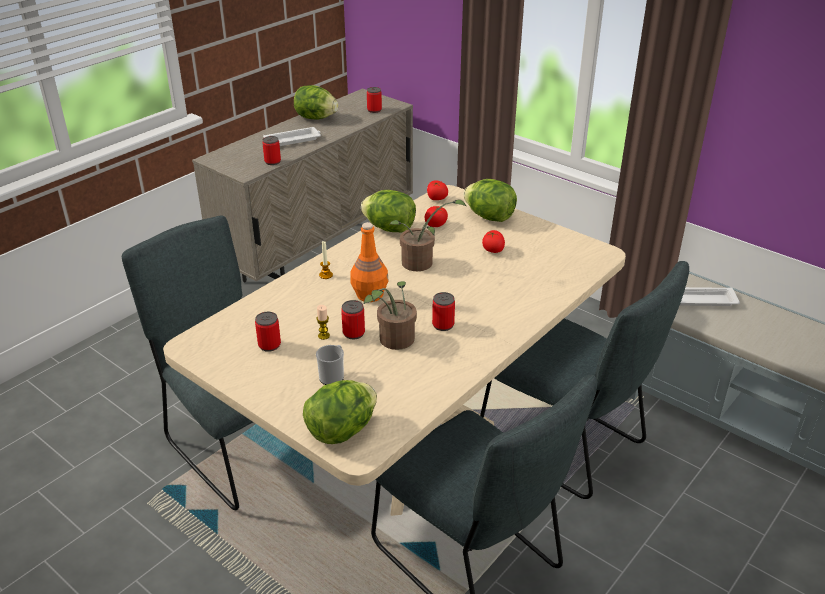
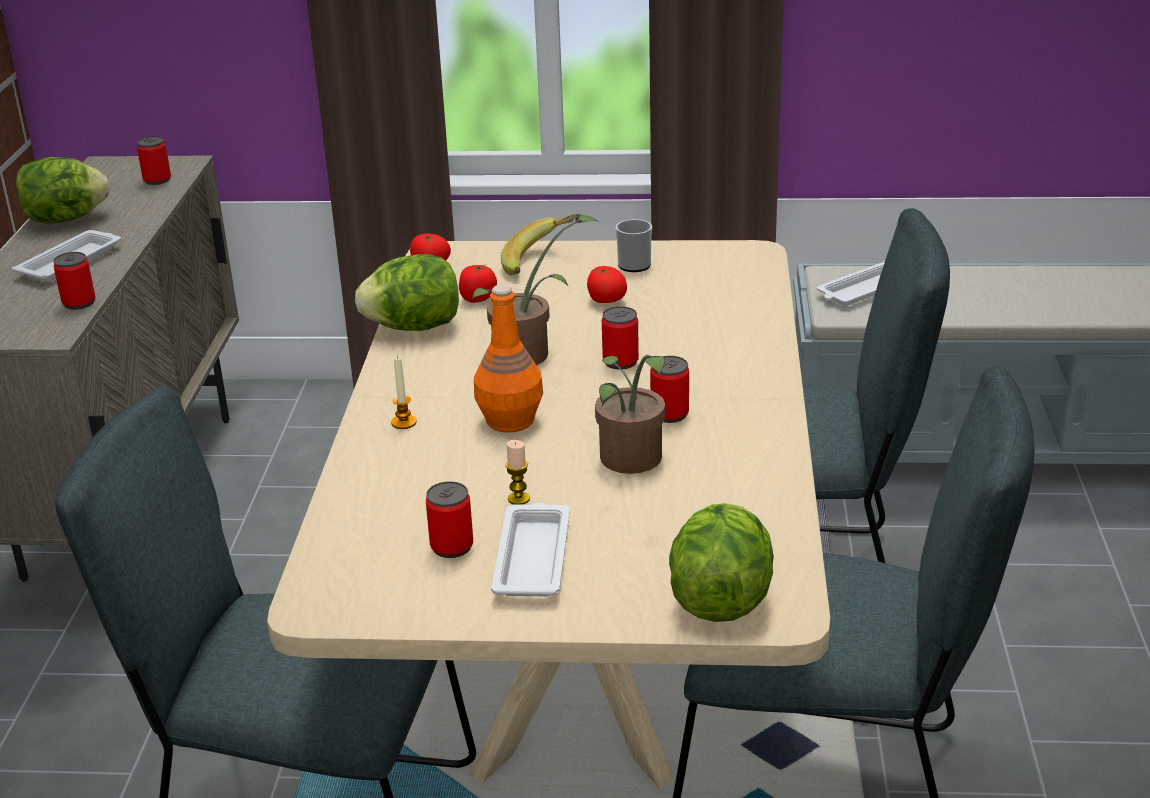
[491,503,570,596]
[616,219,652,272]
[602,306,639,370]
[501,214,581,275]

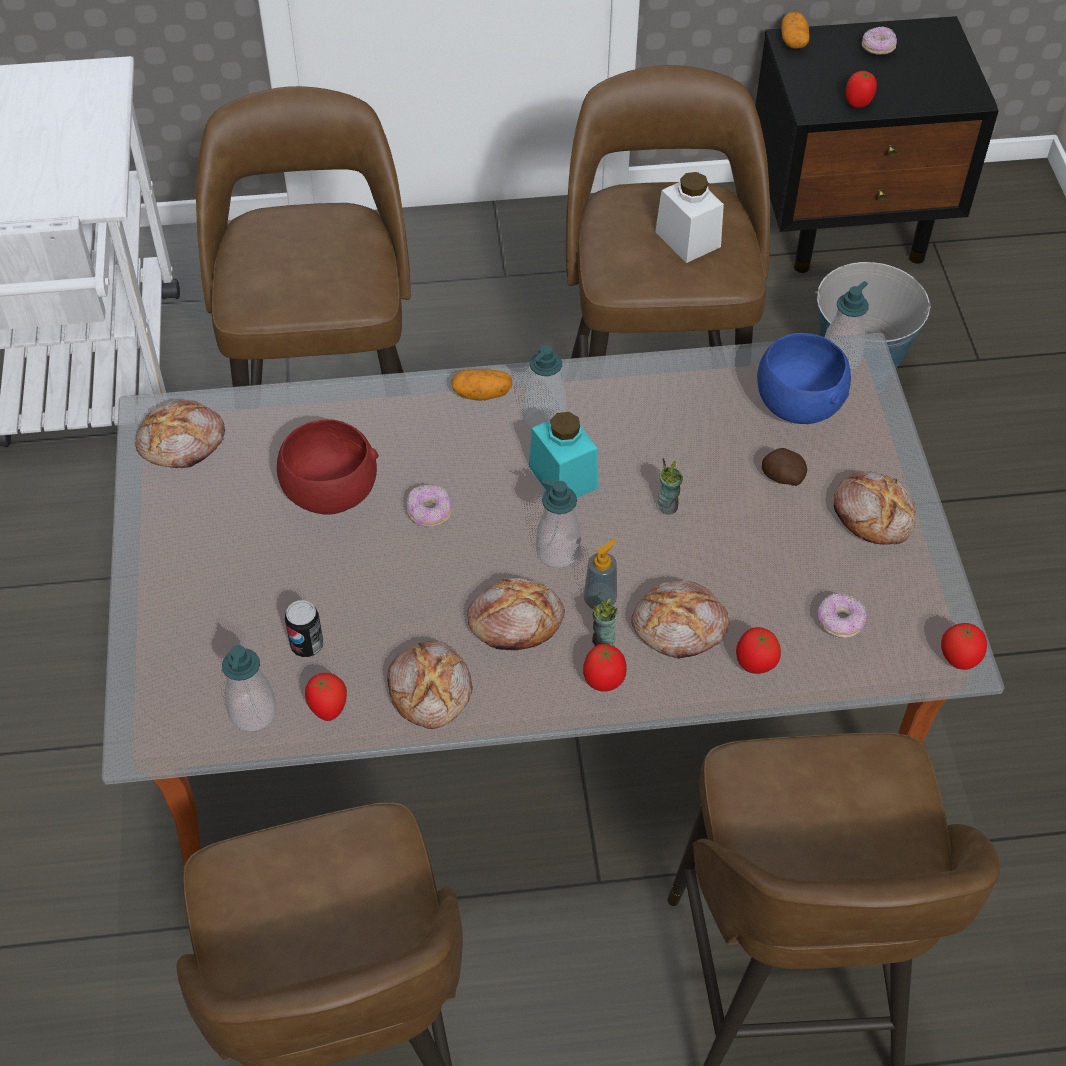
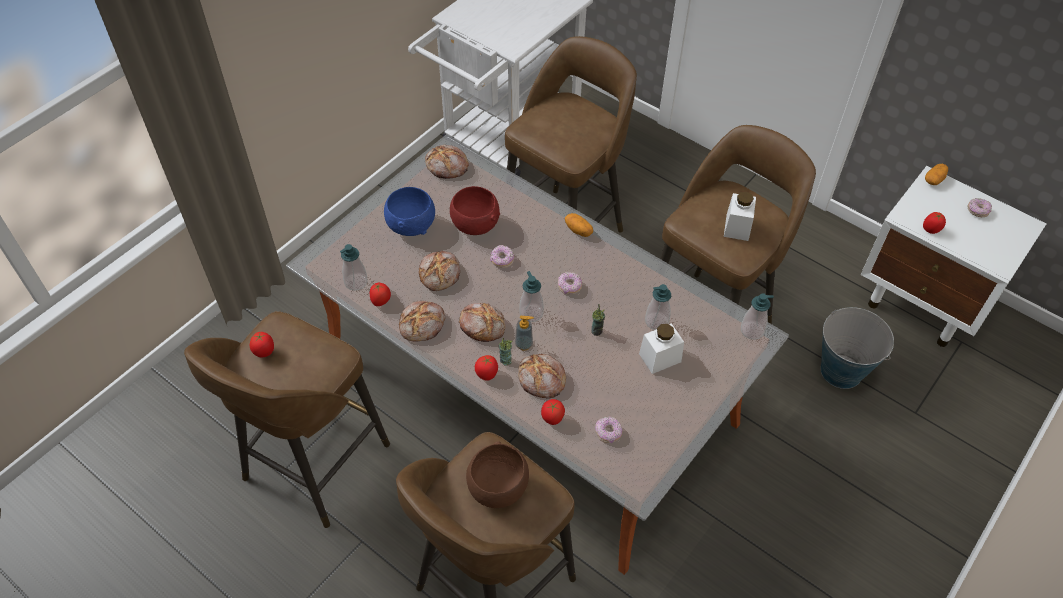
[285,600,323,658] (first image)
[466,441,529,508]
[645,284,671,330]
[384,187,435,236]
[419,251,460,291]
[250,332,274,358]
[558,272,582,295]
[639,323,684,374]
[861,166,1046,347]

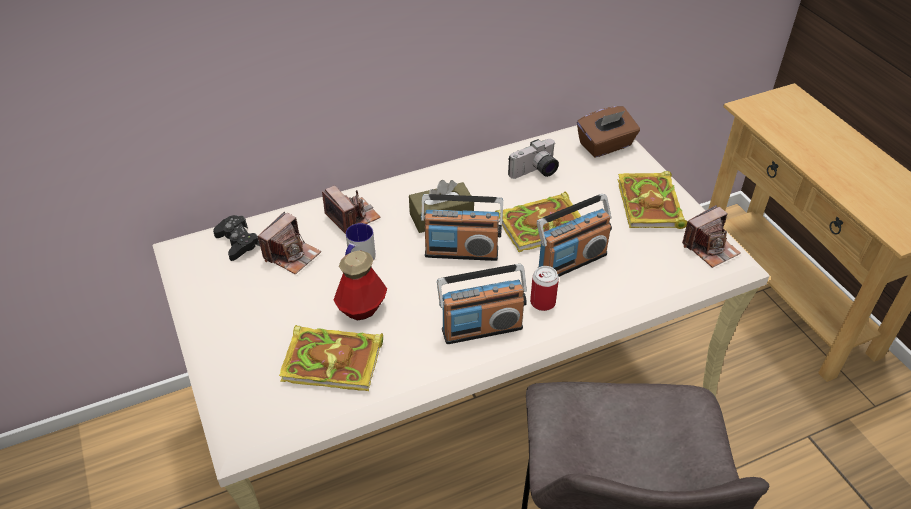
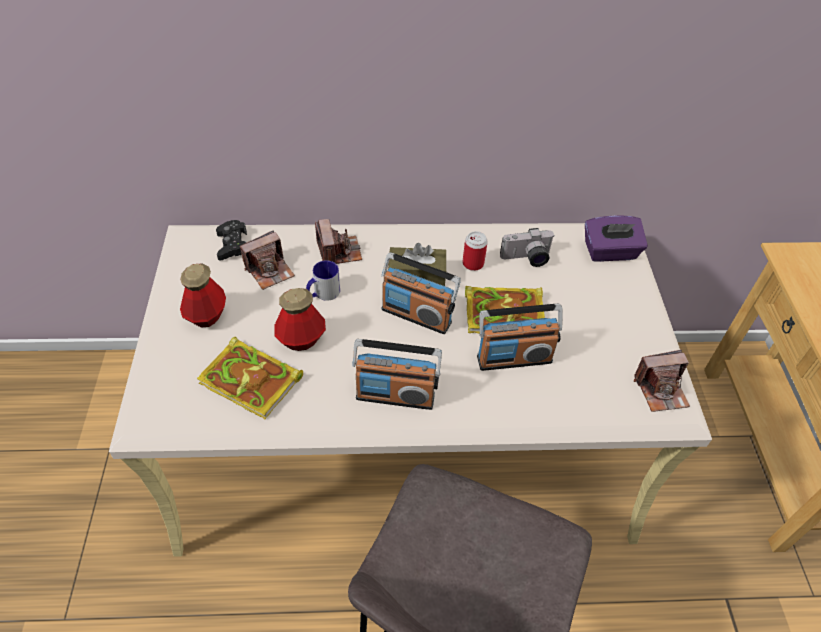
[618,171,687,229] (first image)
[180,264,226,327]
[462,231,488,271]
[585,216,648,262]

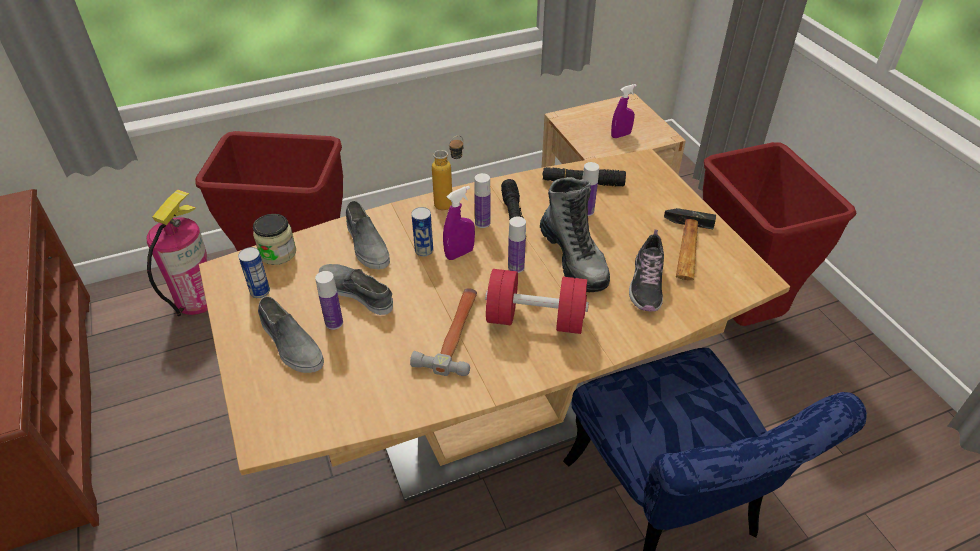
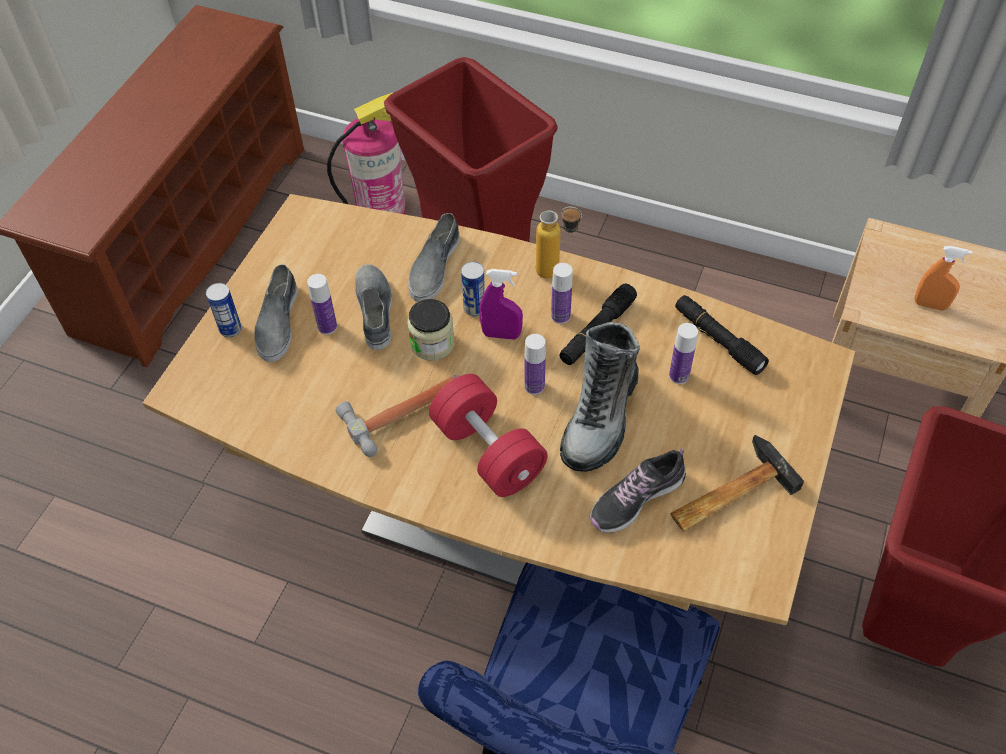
[206,283,241,337]
[408,299,454,360]
[915,246,972,311]

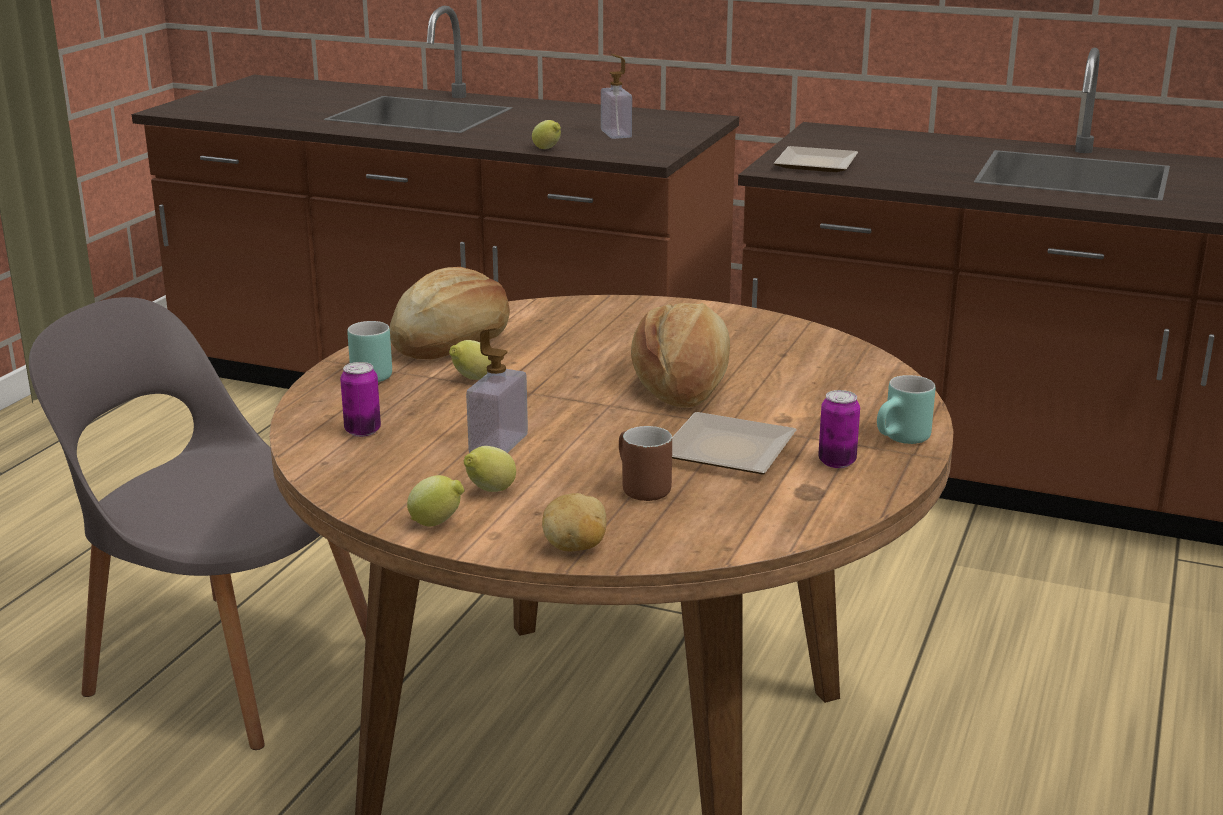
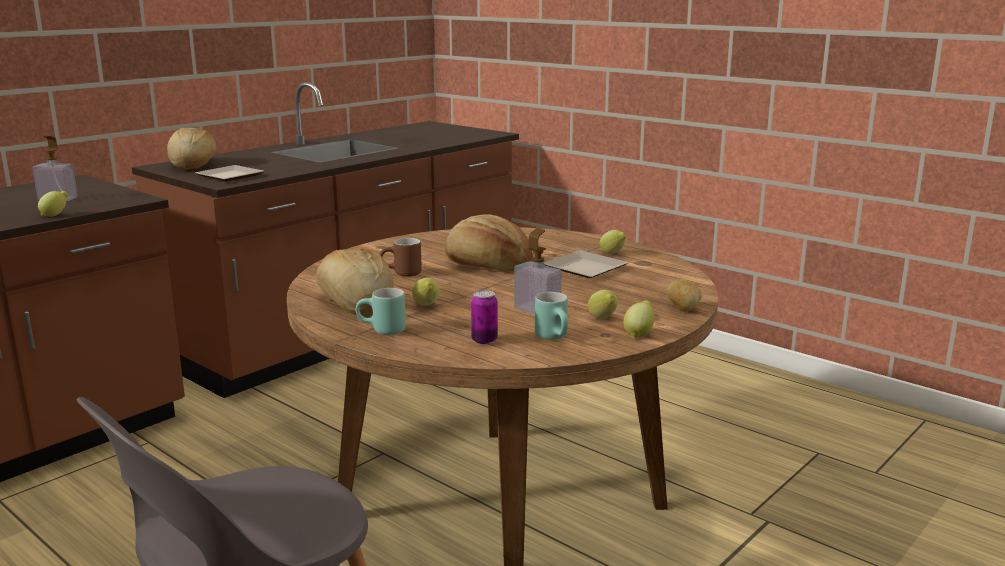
[167,128,216,169]
[380,238,422,277]
[535,292,568,340]
[600,230,626,254]

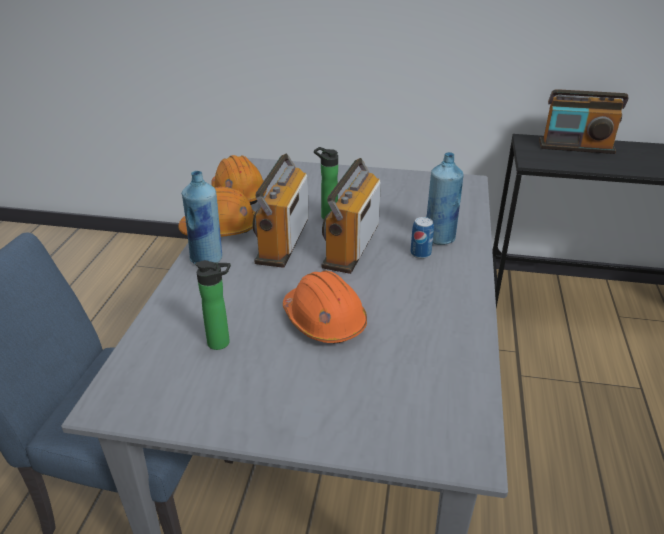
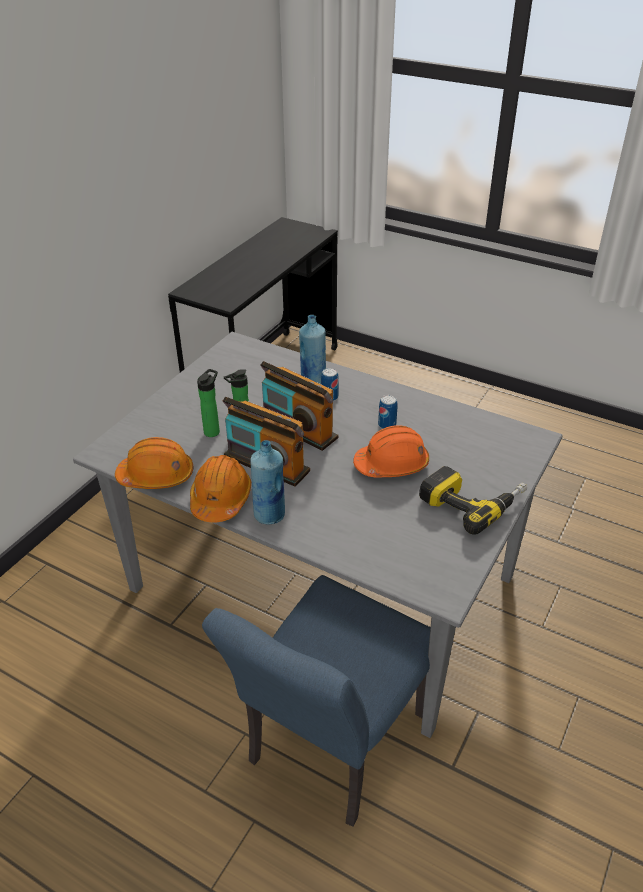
[539,89,628,154] (first image)
[378,395,398,429]
[419,466,527,534]
[197,369,220,437]

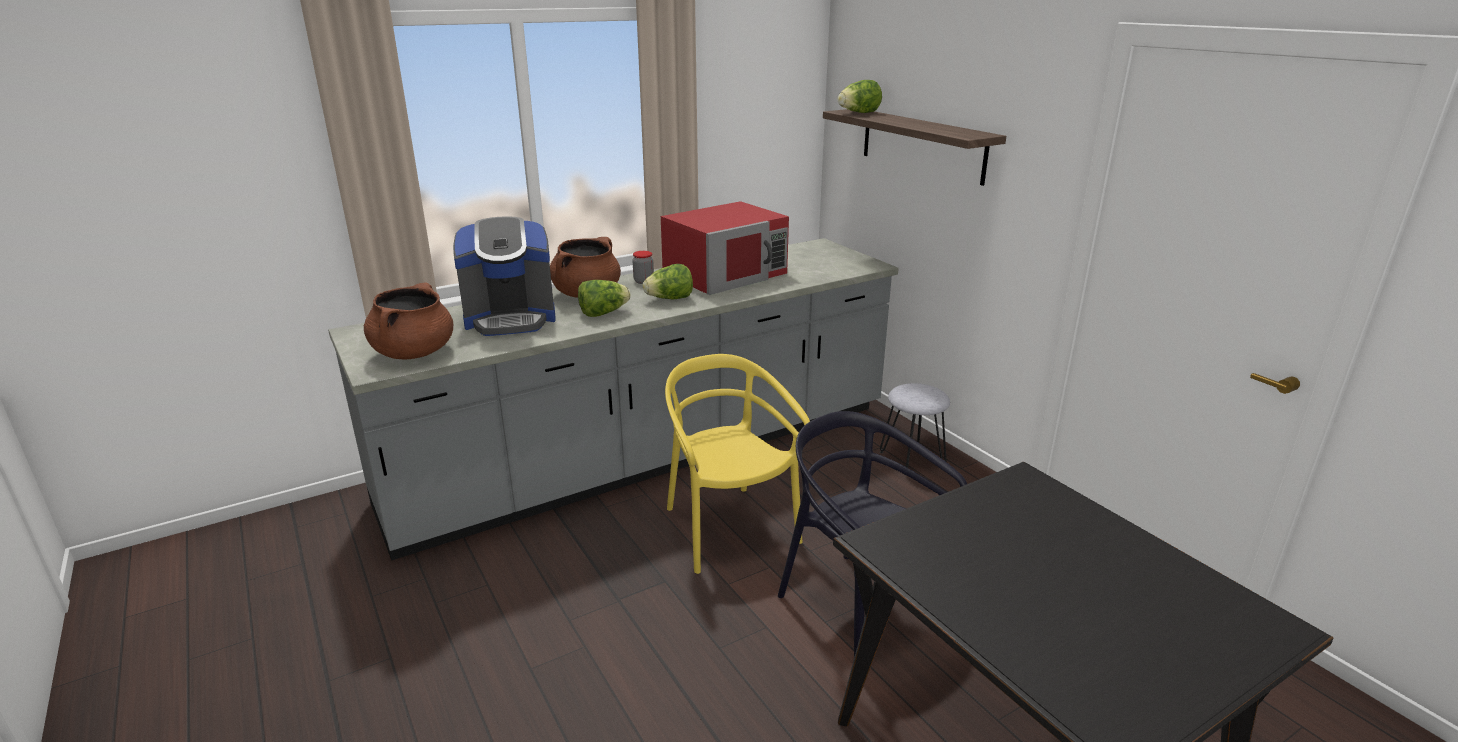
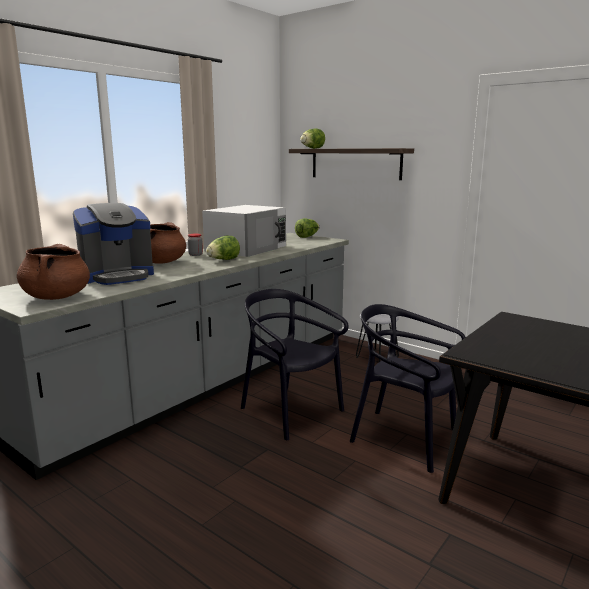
[295,218,319,238]
[202,205,286,257]
[241,289,349,440]

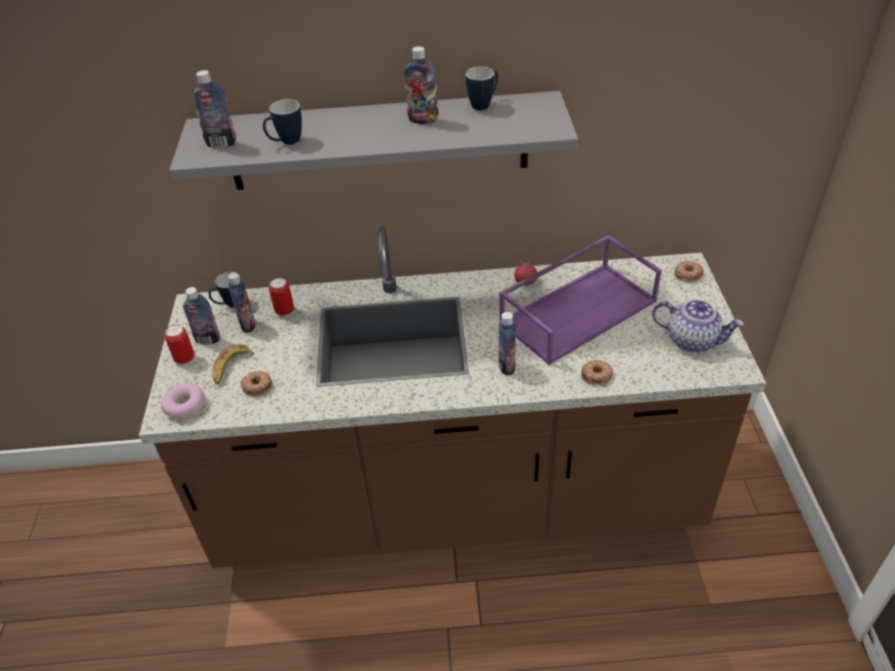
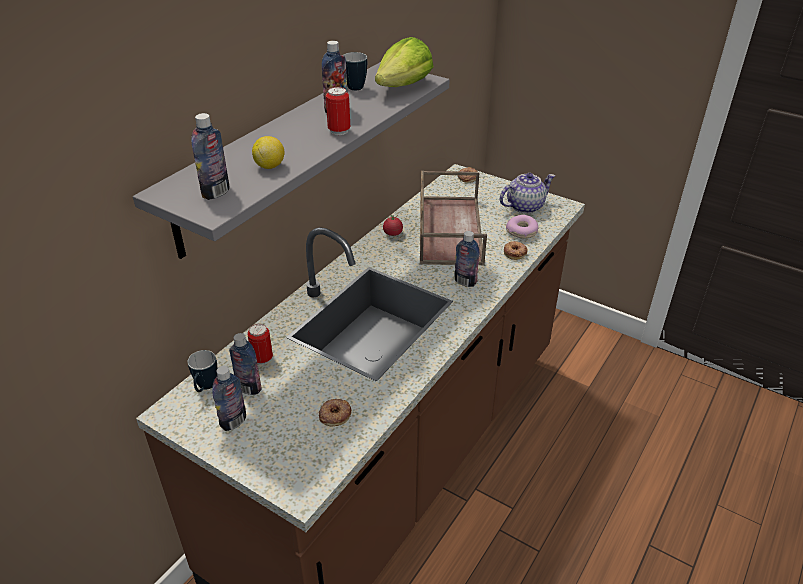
[212,344,254,385] (first image)
[375,37,434,87]
[506,215,539,239]
[326,87,350,135]
[252,136,285,169]
[420,171,487,266]

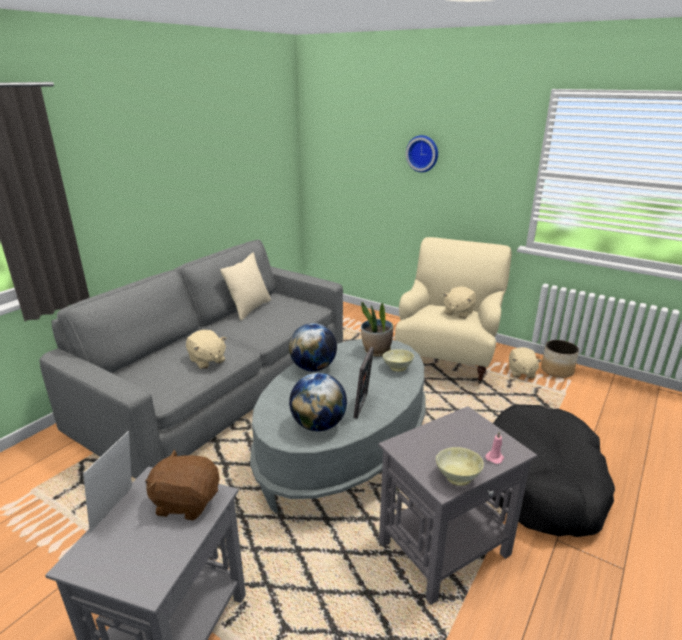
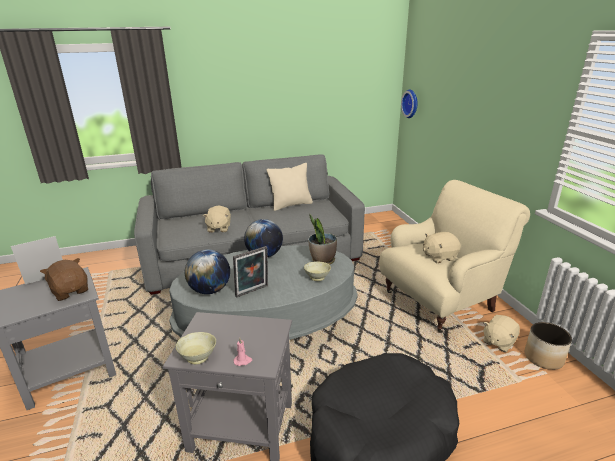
[401,89,417,118]

